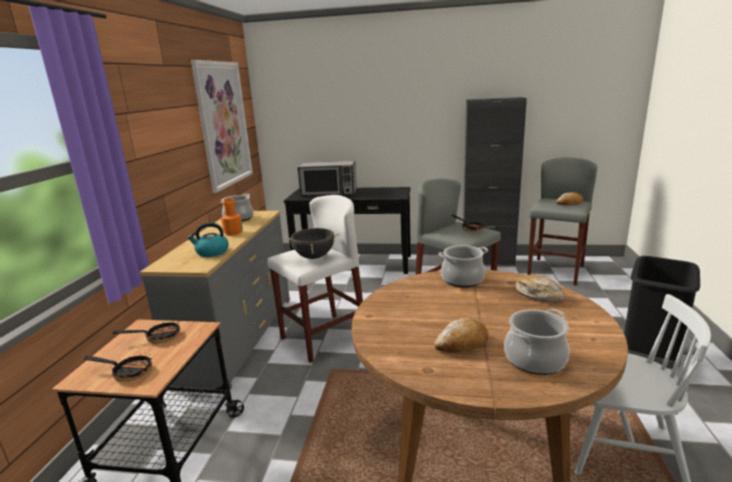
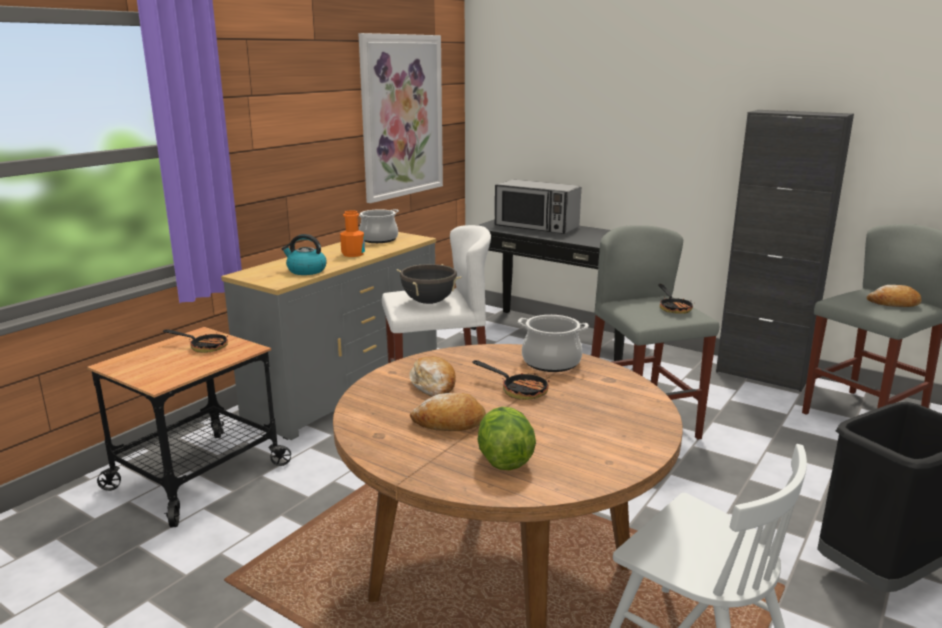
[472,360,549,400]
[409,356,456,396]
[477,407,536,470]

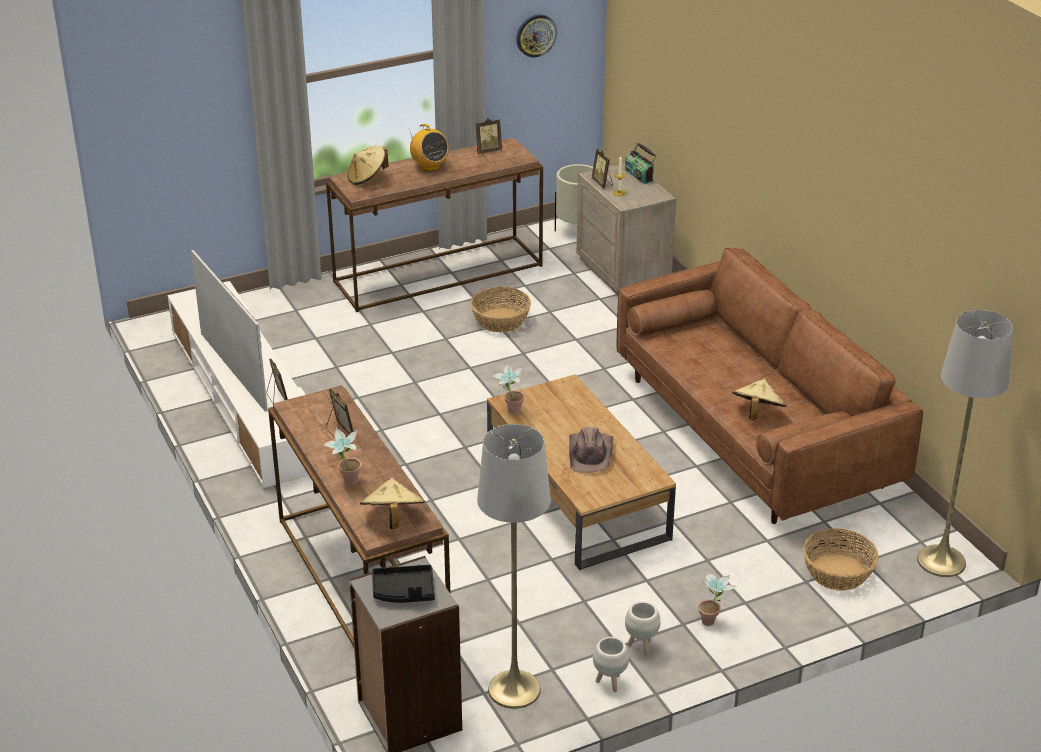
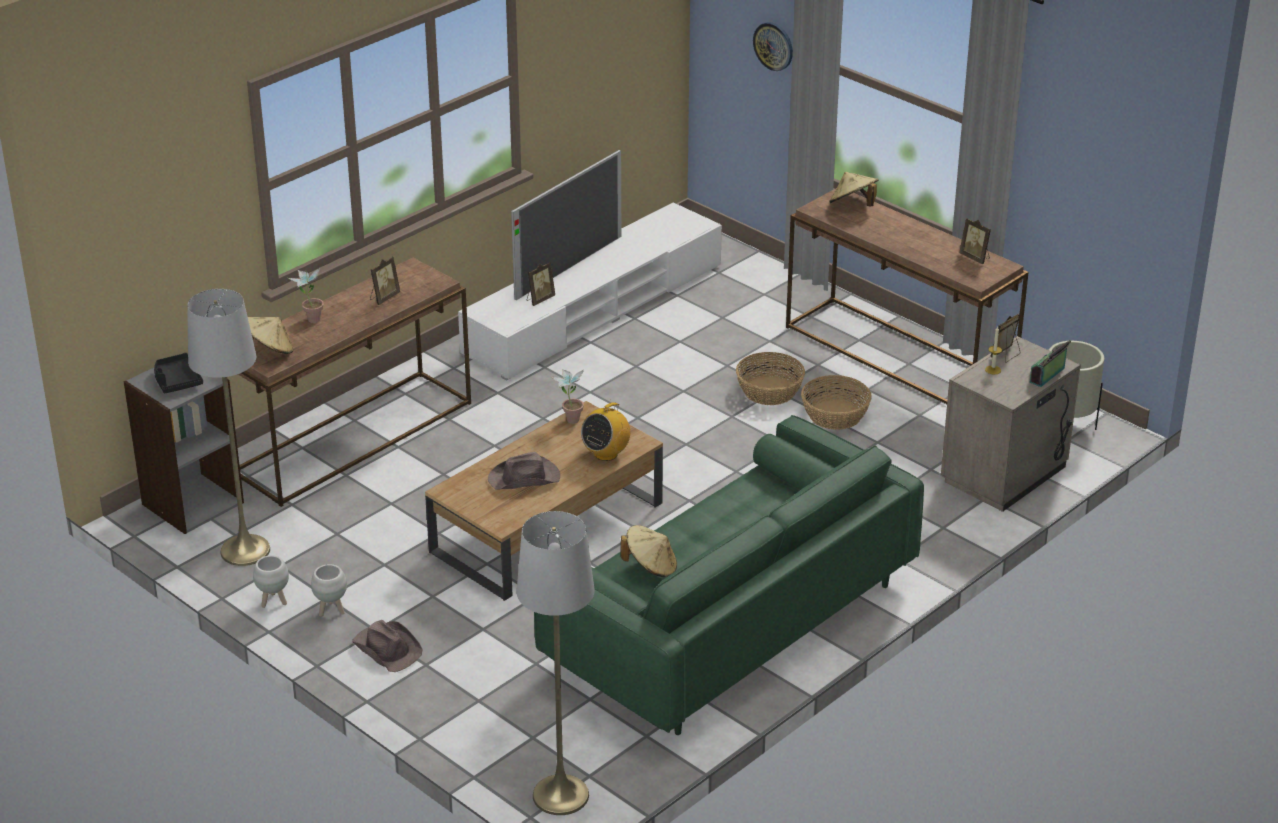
[581,402,630,461]
[753,22,793,71]
[736,352,805,405]
[352,620,422,672]
[534,415,924,735]

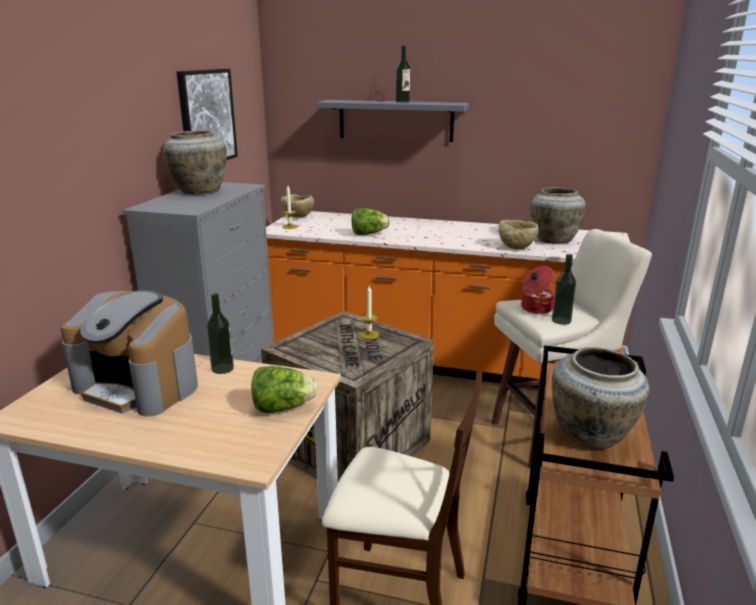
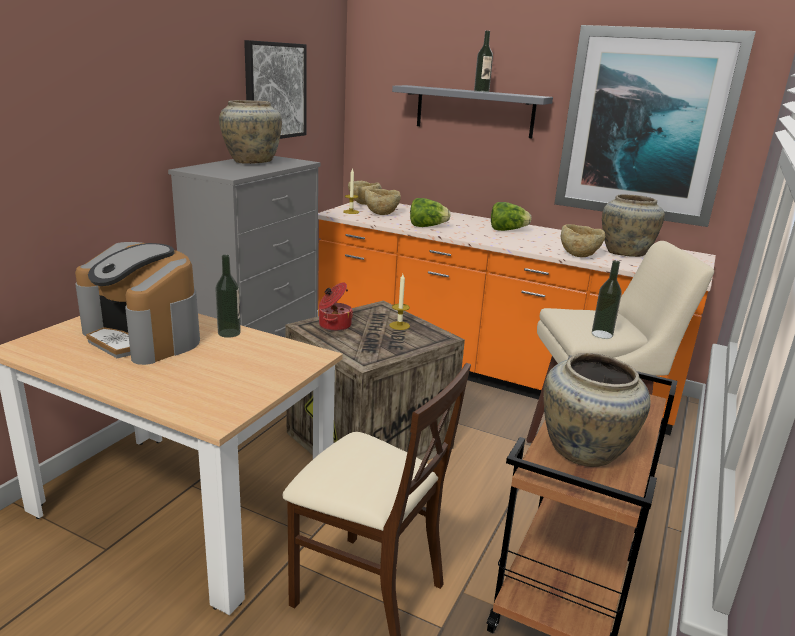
[365,188,401,215]
[554,25,756,227]
[491,202,531,231]
[319,282,353,331]

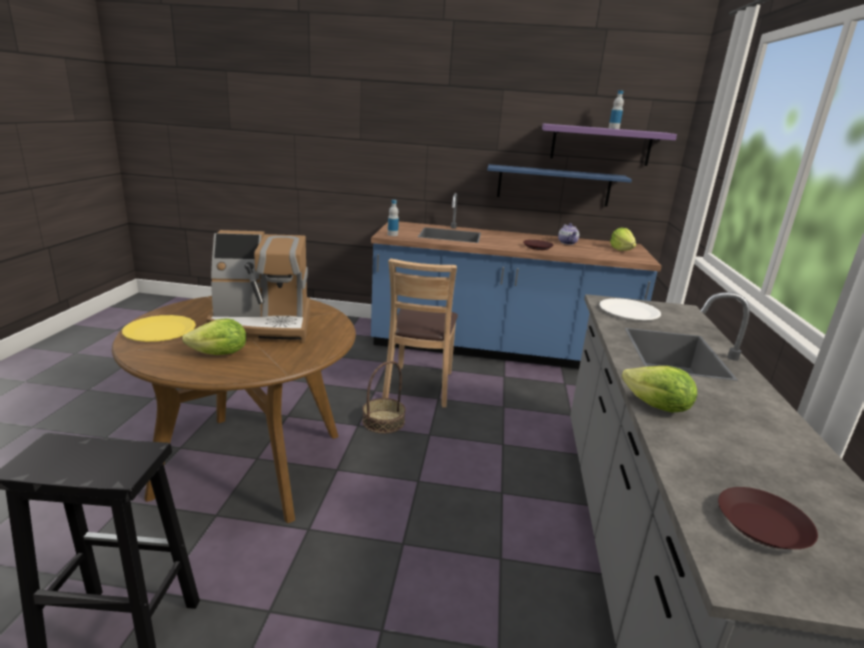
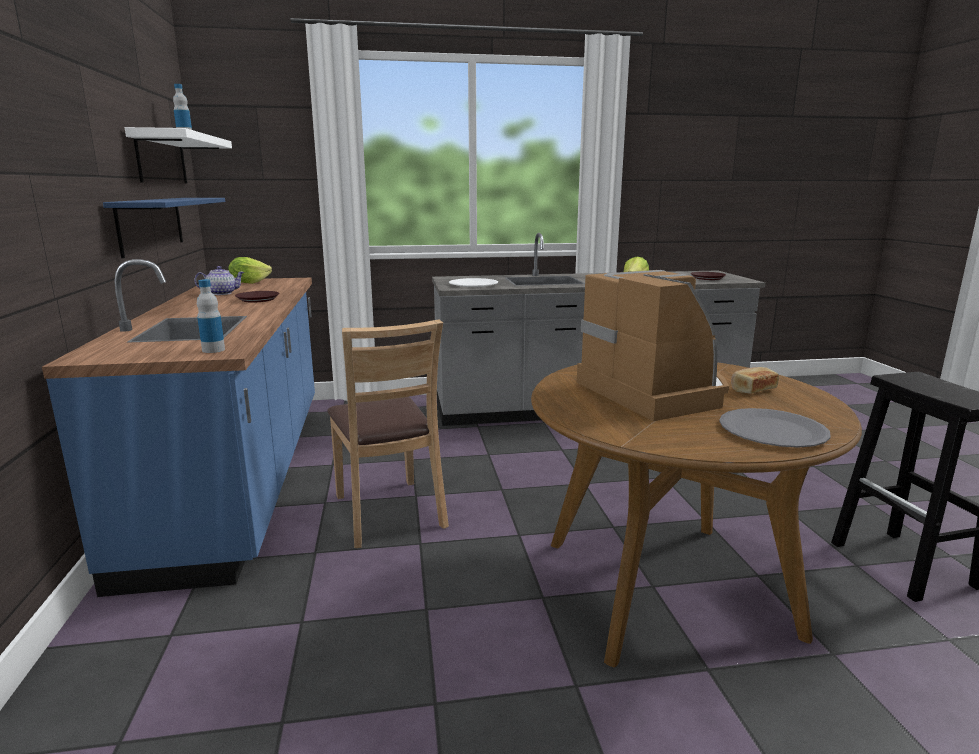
[362,361,406,433] (first image)
[731,367,779,394]
[719,408,831,448]
[125,127,232,183]
[327,319,449,548]

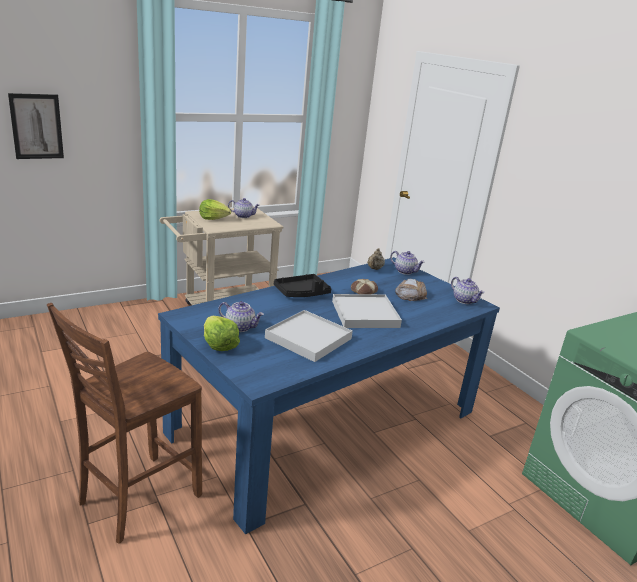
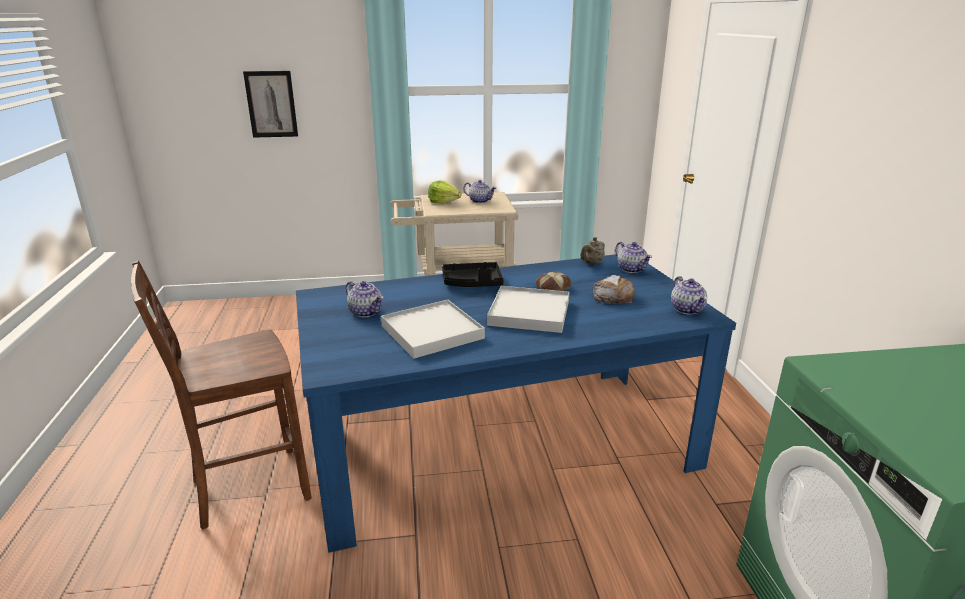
[204,316,240,351] (first image)

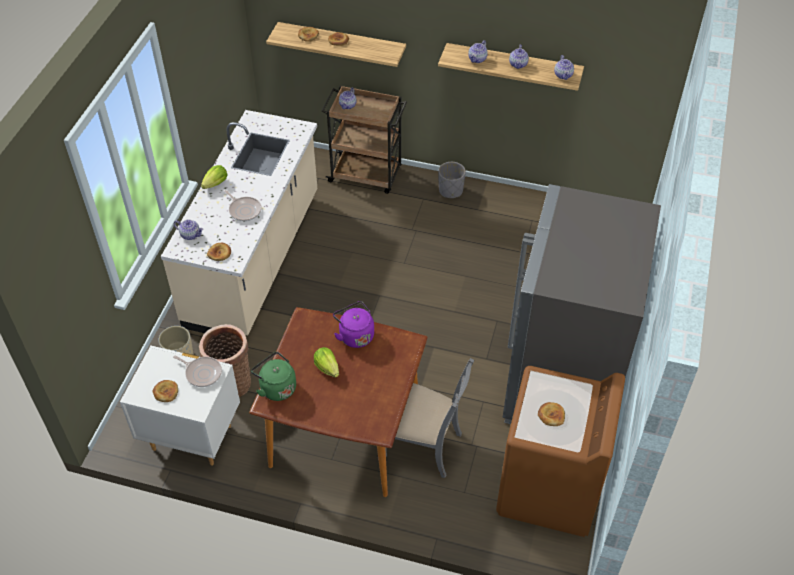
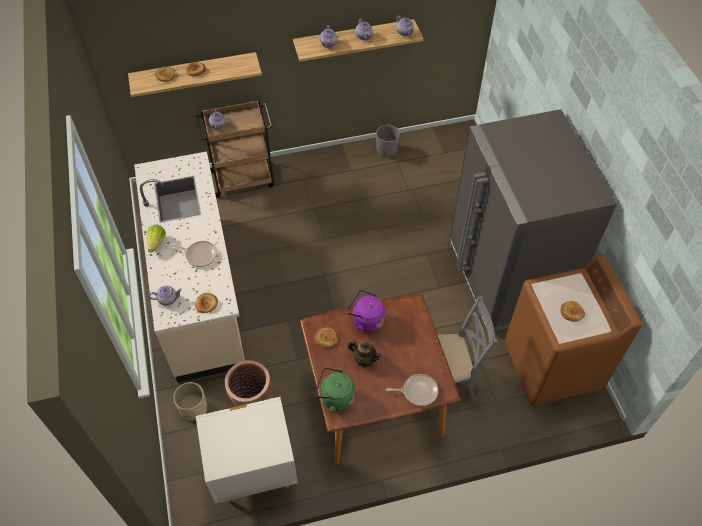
[315,327,338,348]
[386,374,438,406]
[376,125,400,158]
[348,339,381,366]

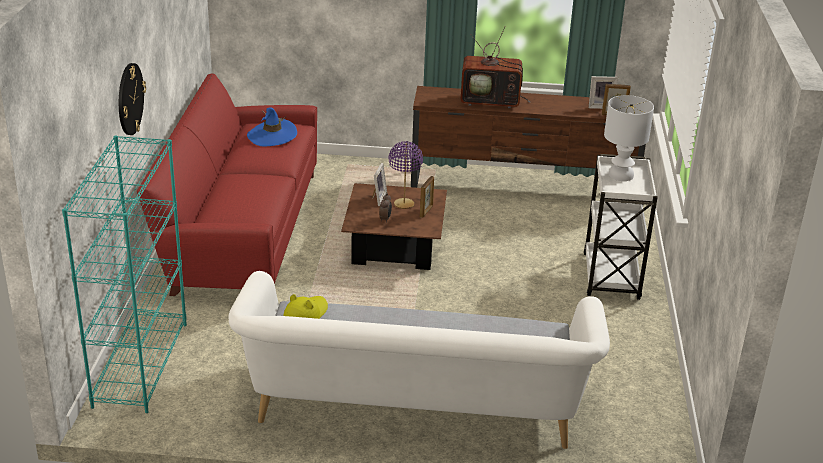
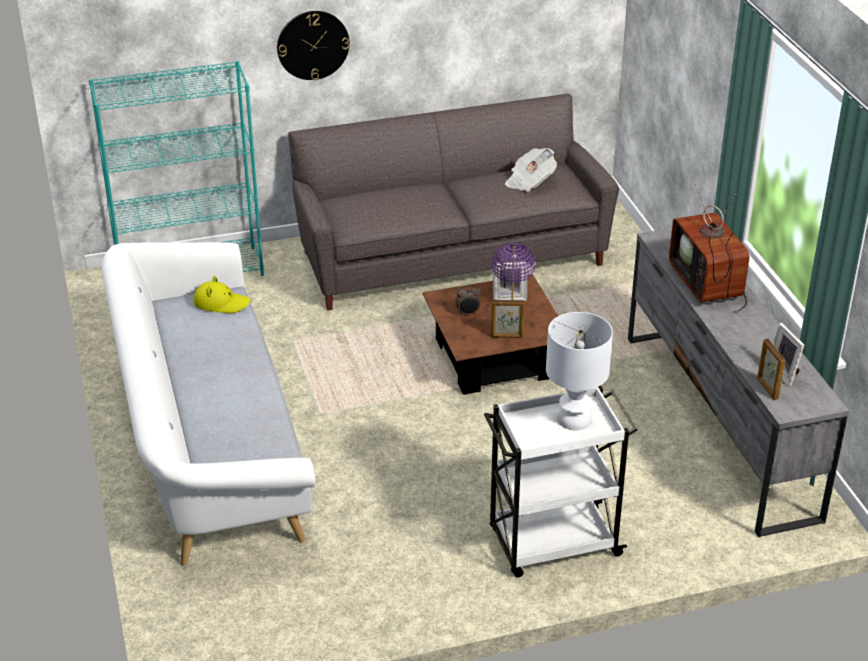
[505,148,557,192]
[288,94,619,310]
[628,228,849,537]

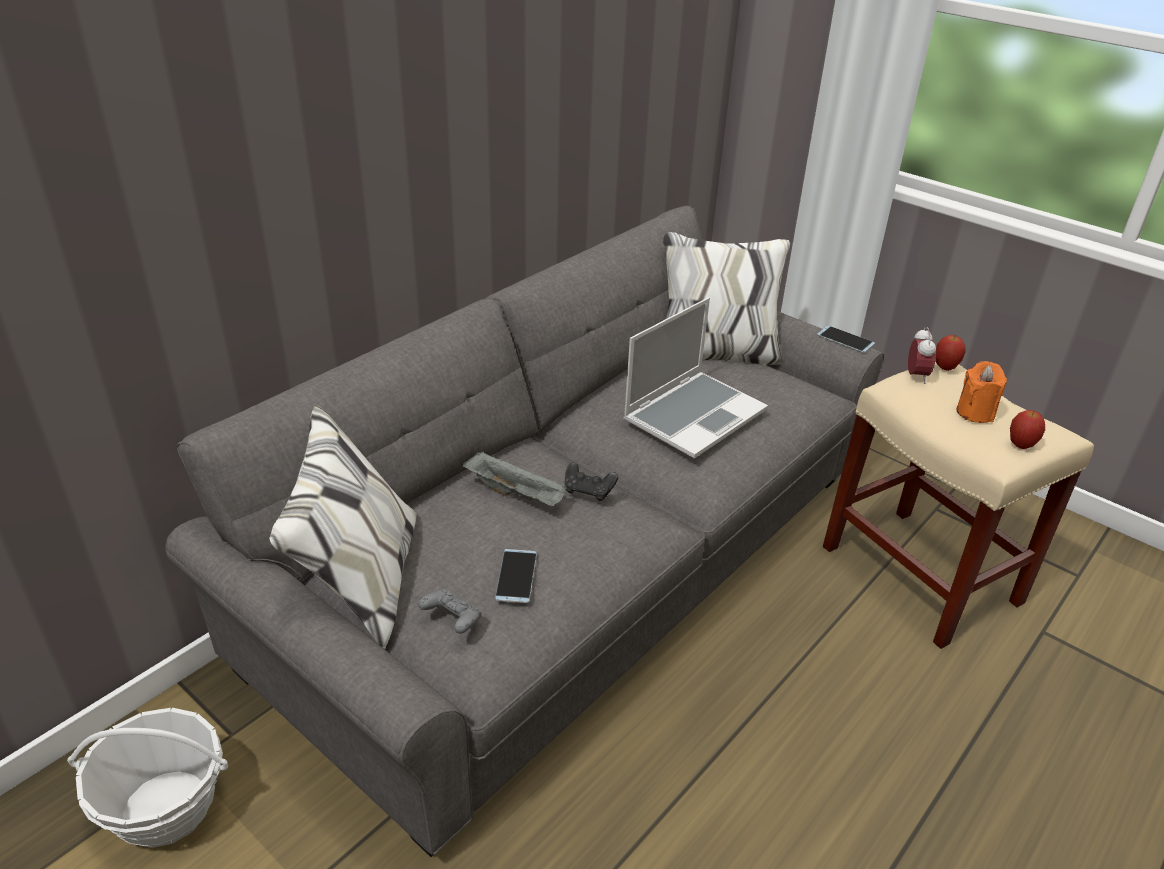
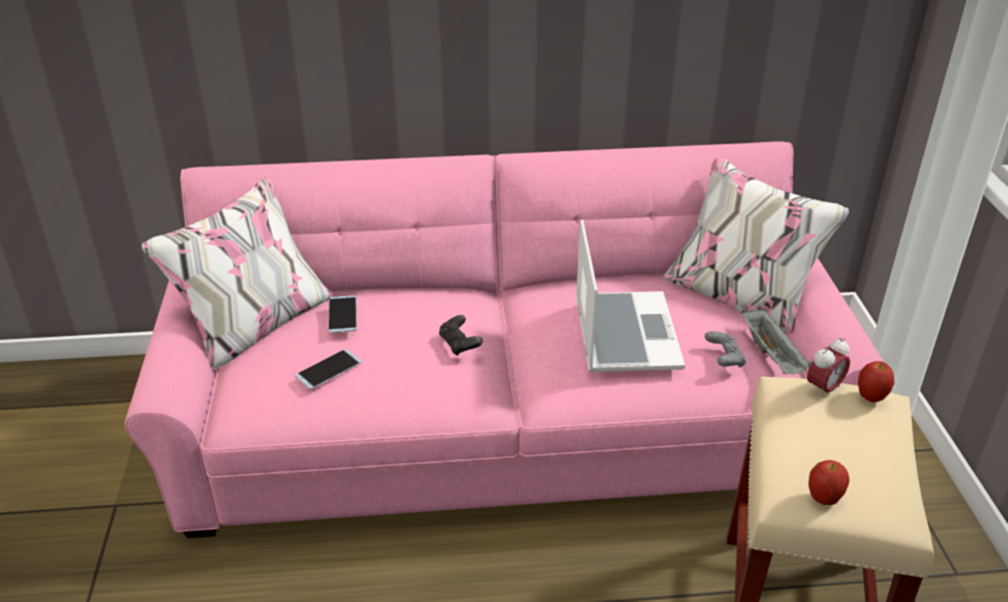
[67,708,228,848] (first image)
[956,361,1007,423] (first image)
[705,331,746,368]
[741,308,811,374]
[329,295,357,333]
[125,142,884,538]
[576,220,685,372]

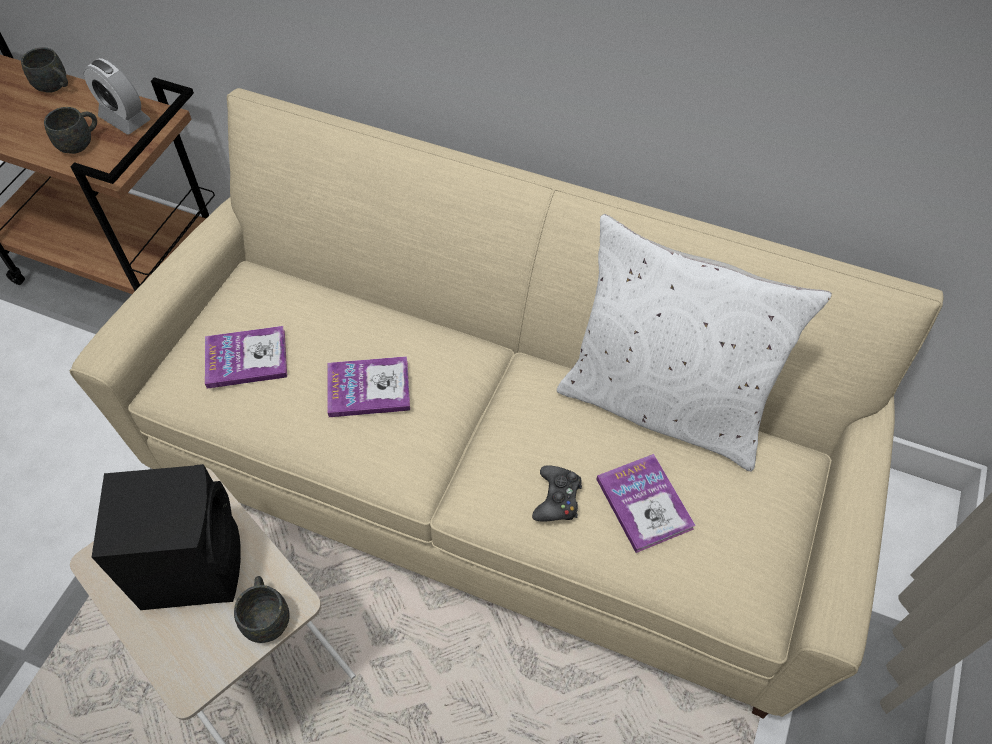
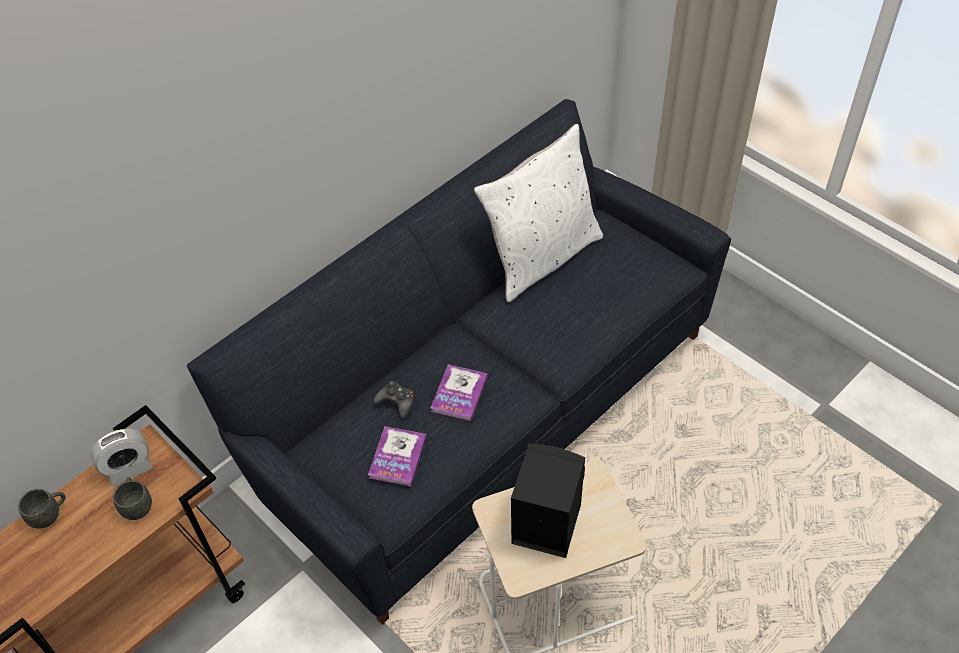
[234,576,290,643] (first image)
[596,454,696,553] (first image)
[374,381,415,418]
[187,99,731,625]

